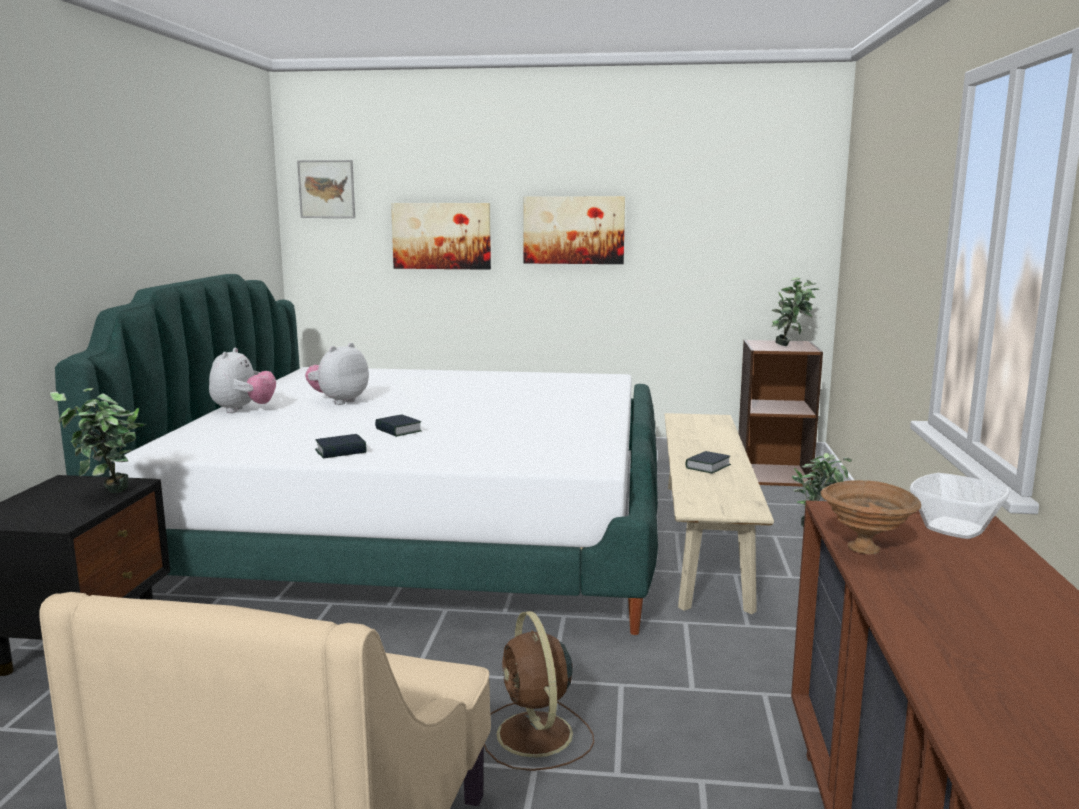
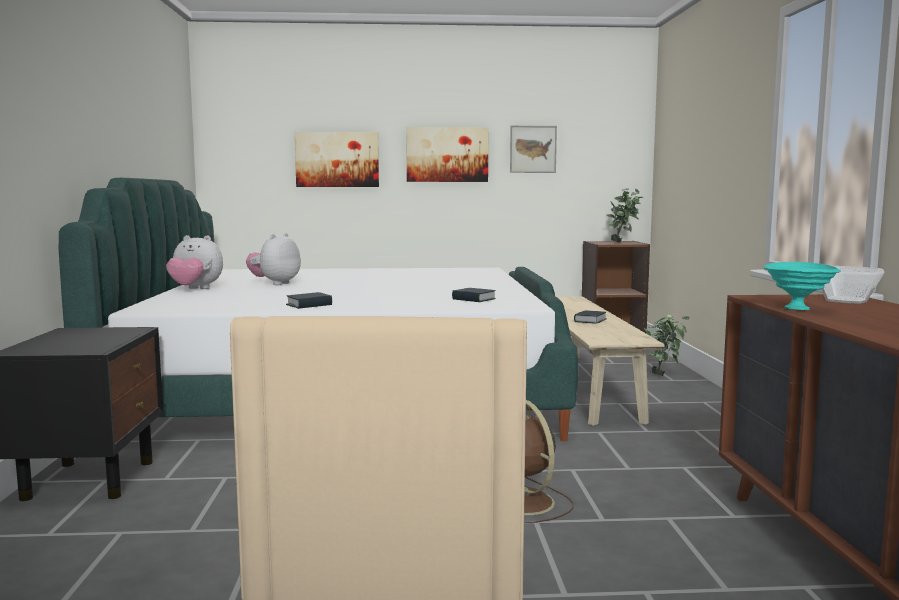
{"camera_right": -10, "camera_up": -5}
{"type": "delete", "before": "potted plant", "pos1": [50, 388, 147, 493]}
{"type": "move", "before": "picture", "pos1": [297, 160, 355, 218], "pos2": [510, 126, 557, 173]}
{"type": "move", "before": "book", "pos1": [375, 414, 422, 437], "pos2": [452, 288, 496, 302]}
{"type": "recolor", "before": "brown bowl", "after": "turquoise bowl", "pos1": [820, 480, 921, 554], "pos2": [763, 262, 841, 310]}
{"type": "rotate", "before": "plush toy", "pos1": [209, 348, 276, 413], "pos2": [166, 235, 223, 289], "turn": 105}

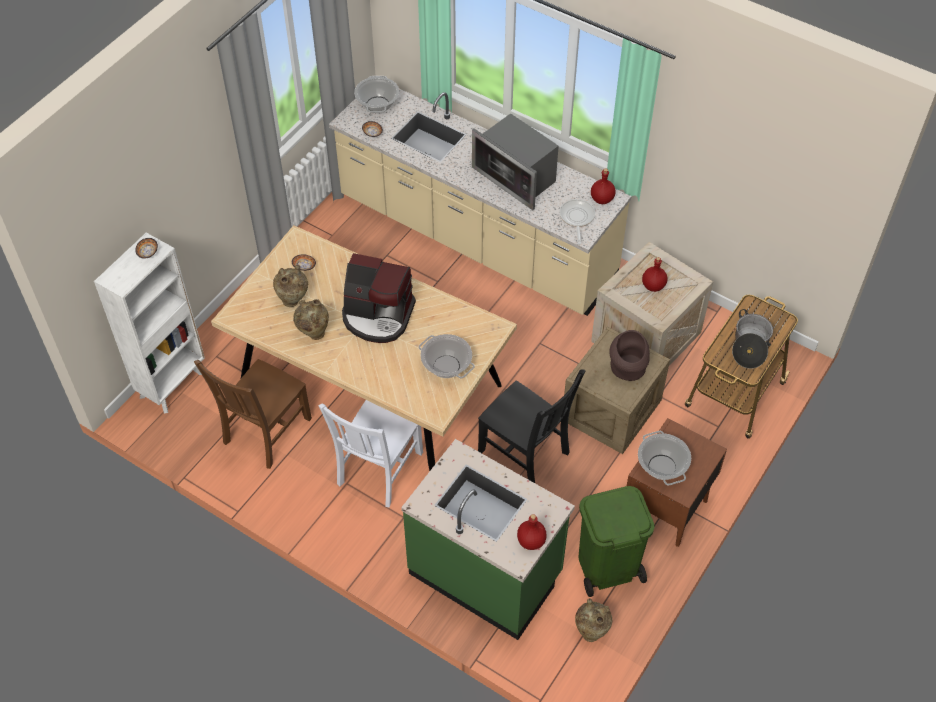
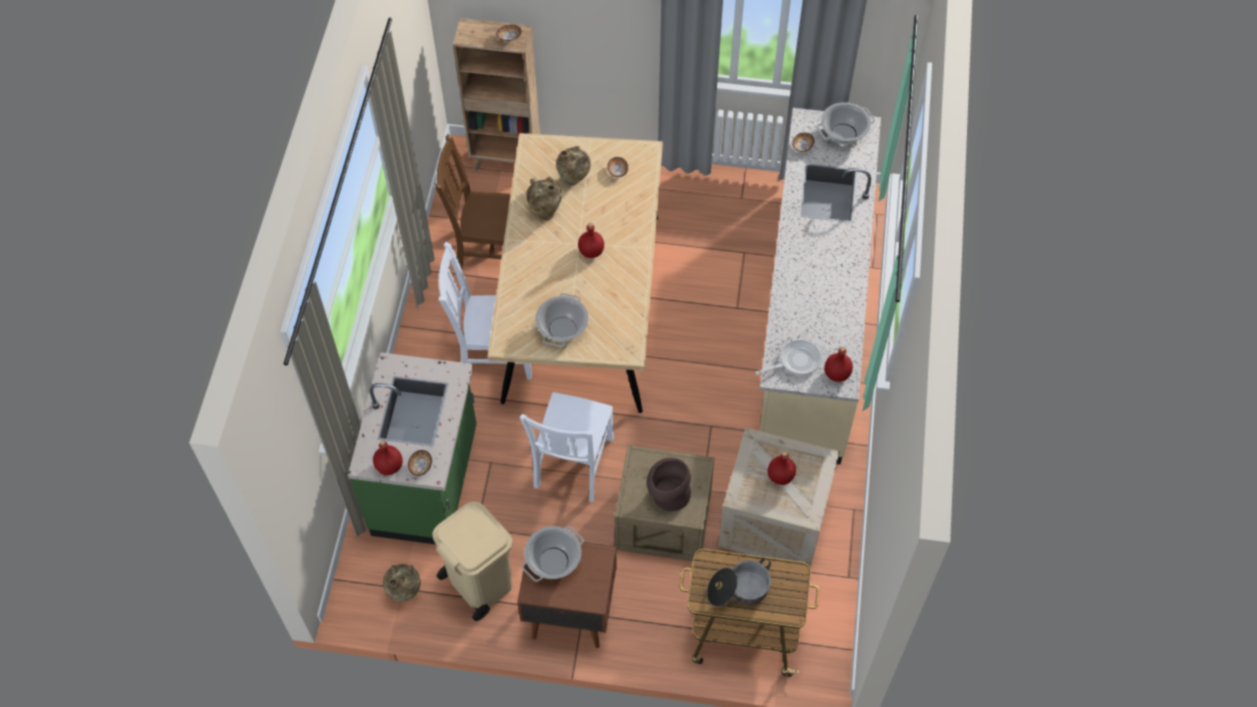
{"camera_right": 65, "camera_up": 5}
{"type": "delete", "before": "microwave oven", "pos1": [472, 113, 559, 210]}
{"type": "insert", "after": "bowl", "pos2": [408, 450, 432, 476]}
{"type": "replace", "before": "coffee machine", "after": "red drink bottle", "pos1": [342, 253, 416, 343], "pos2": [578, 223, 604, 258]}
{"type": "recolor", "before": "white-coloured bookshelf", "after": "brown bookshelf", "pos1": [94, 233, 205, 414], "pos2": [453, 18, 540, 171]}
{"type": "recolor", "before": "black plain chair", "after": "white-coloured plain chair", "pos1": [478, 369, 586, 483], "pos2": [520, 392, 614, 502]}
{"type": "recolor", "before": "green rubbish bin", "after": "sand-coloured rubbish bin", "pos1": [578, 486, 655, 597], "pos2": [432, 502, 513, 621]}

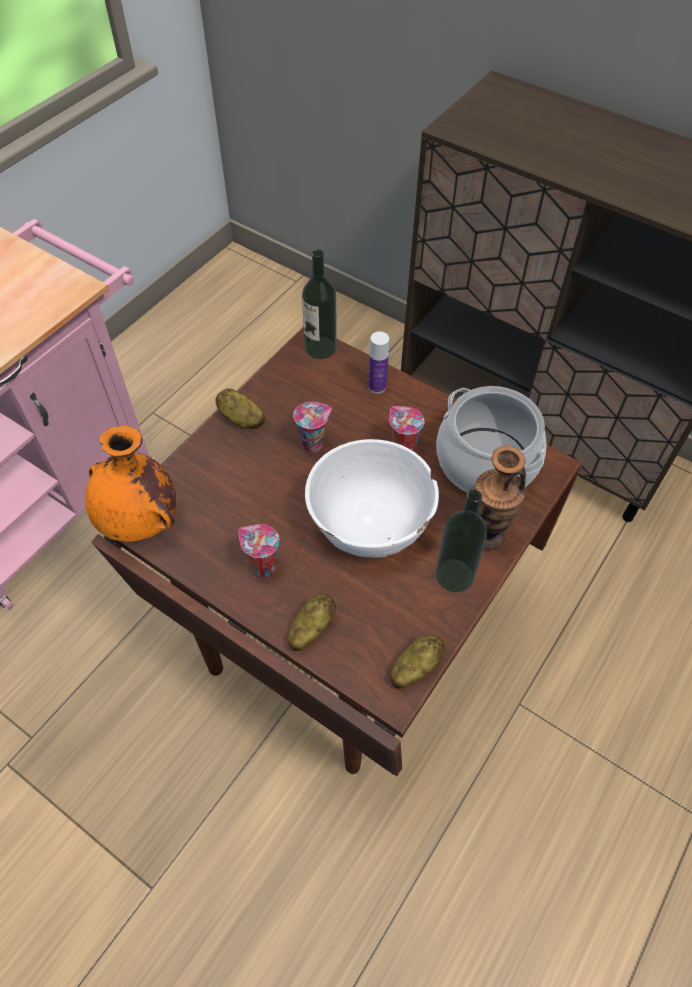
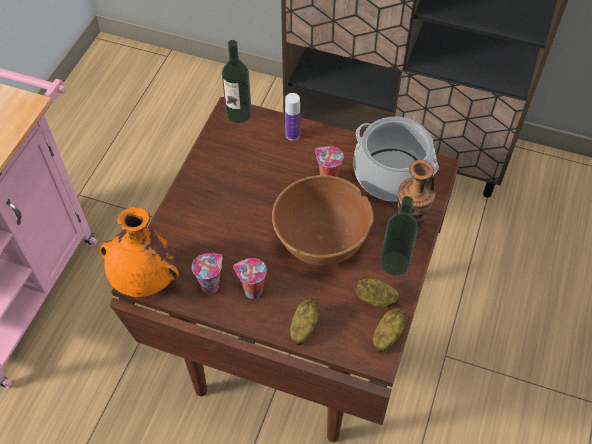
{"camera_right": -15, "camera_up": 0}
{"type": "move", "before": "potato", "pos1": [216, 388, 265, 429], "pos2": [354, 276, 399, 308]}
{"type": "move", "before": "cup", "pos1": [293, 402, 332, 453], "pos2": [192, 253, 223, 294]}
{"type": "recolor", "before": "white-coloured bowl", "after": "brown bowl", "pos1": [305, 439, 439, 558], "pos2": [272, 175, 373, 265]}

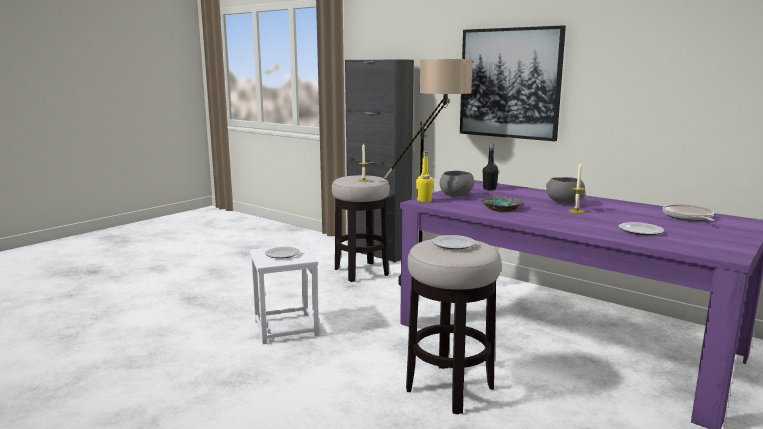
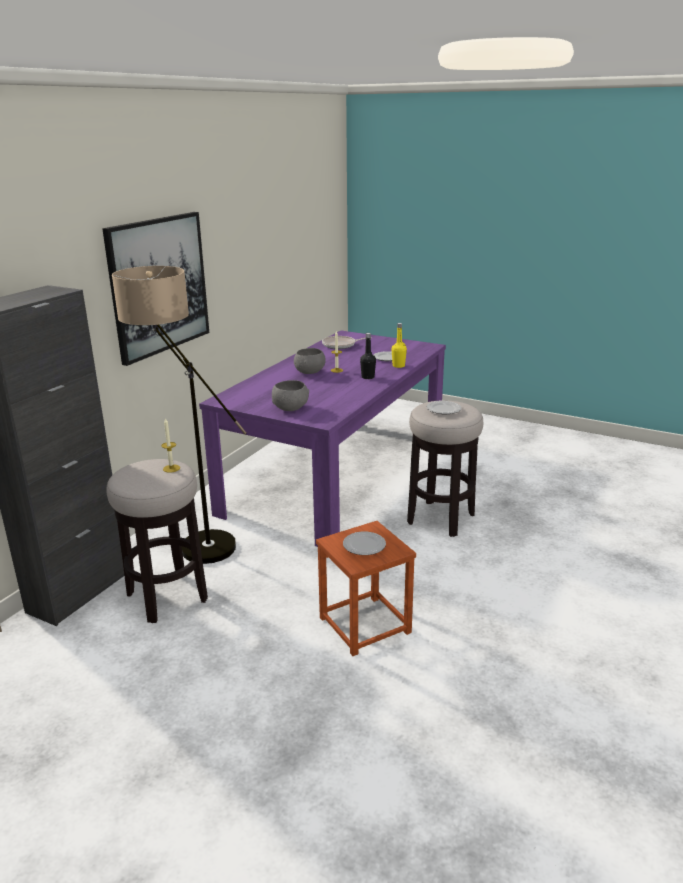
{"camera_right": -100, "camera_up": 10}
{"type": "delete", "before": "bowl", "pos1": [481, 196, 523, 212]}
{"type": "move", "before": "yellow drink bottle", "pos1": [416, 151, 433, 202], "pos2": [392, 323, 407, 368]}
{"type": "move", "before": "black drink bottle", "pos1": [483, 144, 499, 191], "pos2": [360, 333, 376, 379]}
{"type": "recolor", "before": "white-coloured stool seat", "after": "brown stool seat", "pos1": [250, 244, 319, 344], "pos2": [316, 521, 416, 656]}

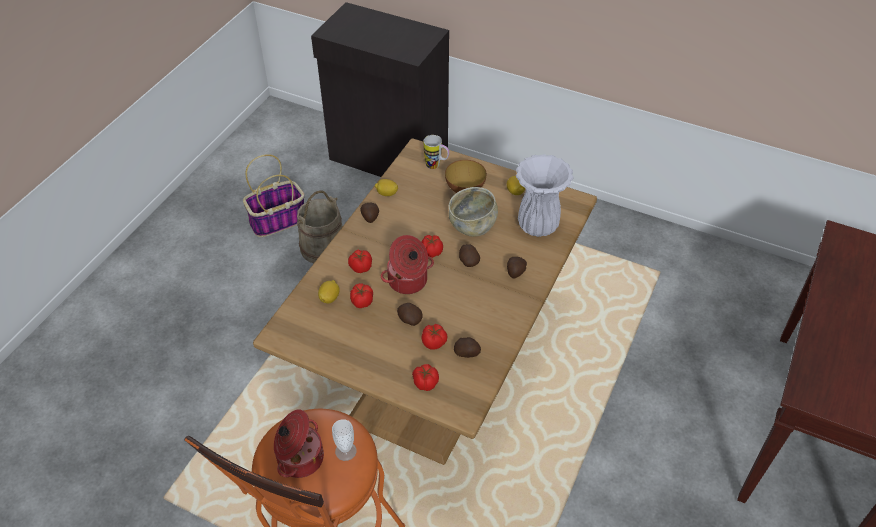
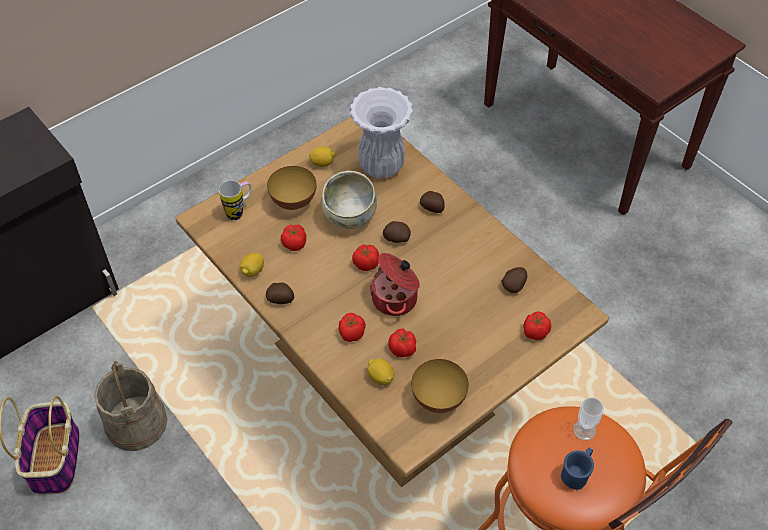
{"camera_right": -65, "camera_up": 5}
{"type": "delete", "before": "potato", "pos1": [397, 303, 423, 326]}
{"type": "insert", "after": "bowl", "pos2": [411, 359, 469, 413]}
{"type": "move", "before": "tomato", "pos1": [421, 324, 447, 350], "pos2": [281, 224, 306, 251]}
{"type": "replace", "before": "cooking pot", "after": "blue coffee mug", "pos1": [274, 409, 324, 478], "pos2": [561, 448, 594, 490]}

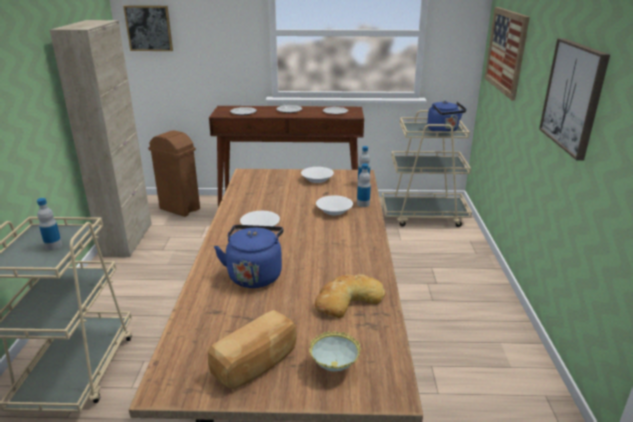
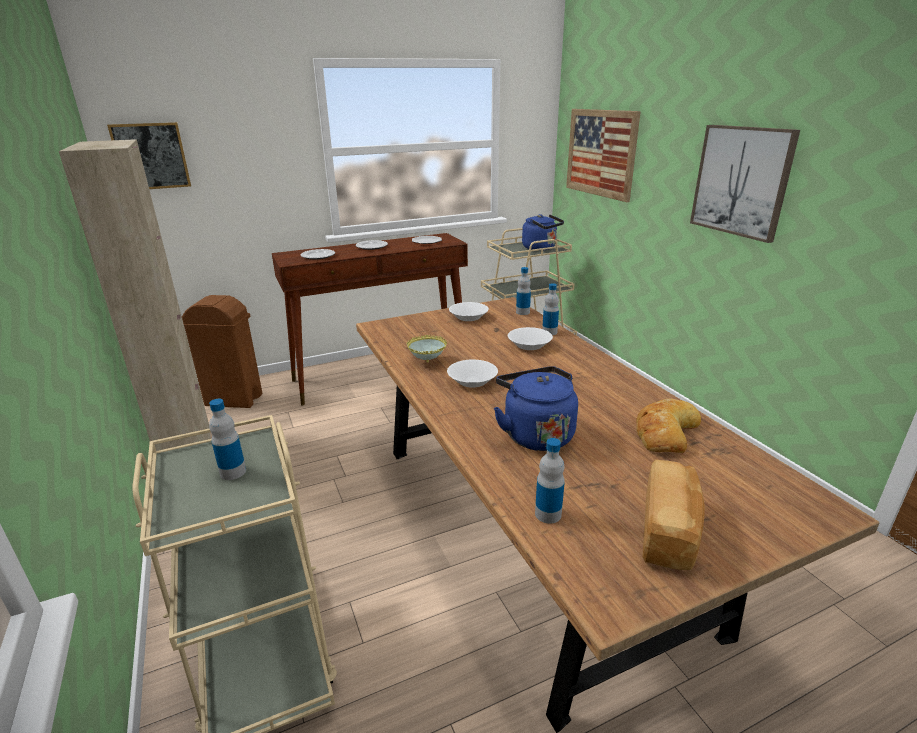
{"camera_right": -25, "camera_up": 0}
{"type": "insert", "after": "drink bottle", "pos2": [535, 438, 565, 524]}
{"type": "move", "before": "bowl", "pos1": [309, 331, 361, 372], "pos2": [406, 335, 447, 363]}

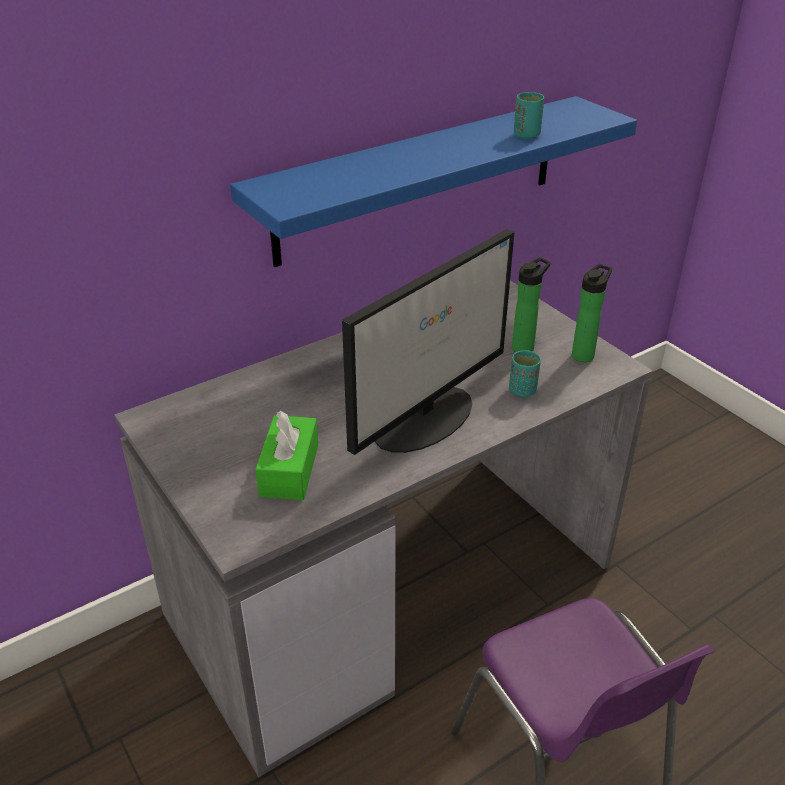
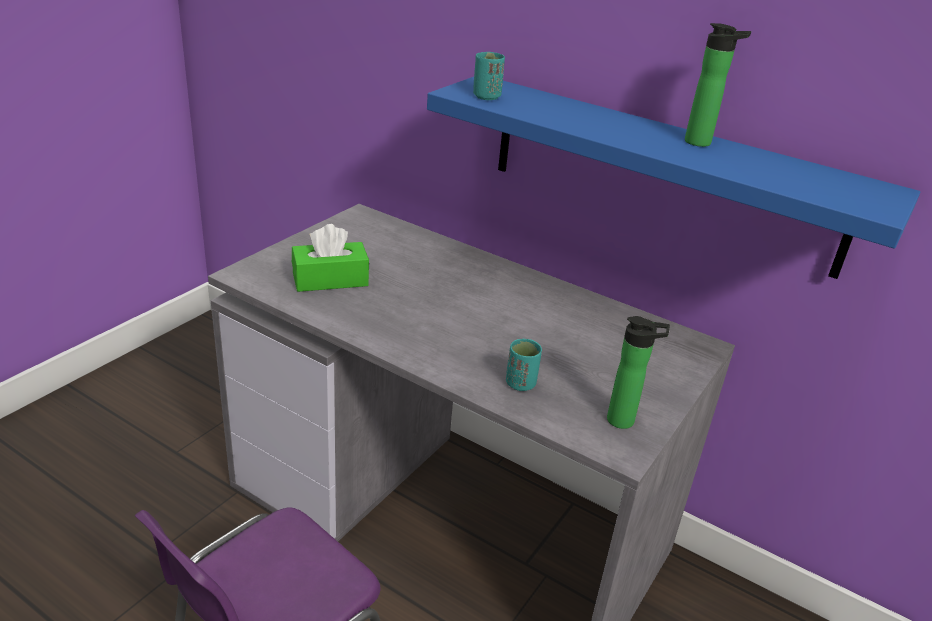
{"camera_right": 65, "camera_up": -5}
{"type": "delete", "before": "monitor", "pos1": [342, 229, 514, 455]}
{"type": "move", "before": "drink bottle", "pos1": [512, 257, 551, 352], "pos2": [685, 23, 751, 147]}
{"type": "move", "before": "turquoise cup", "pos1": [514, 92, 544, 139], "pos2": [473, 52, 505, 100]}

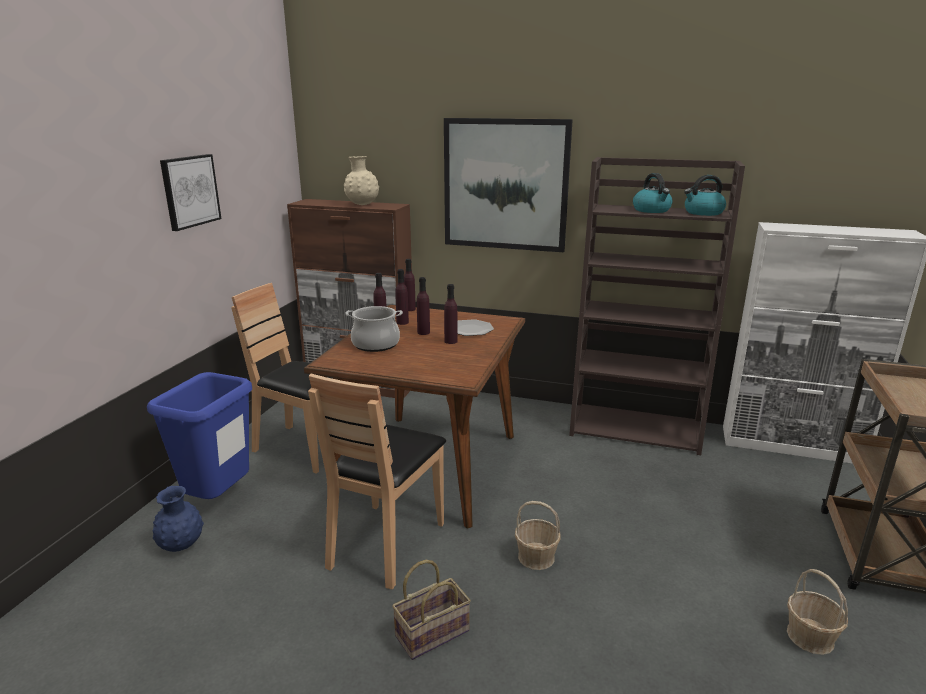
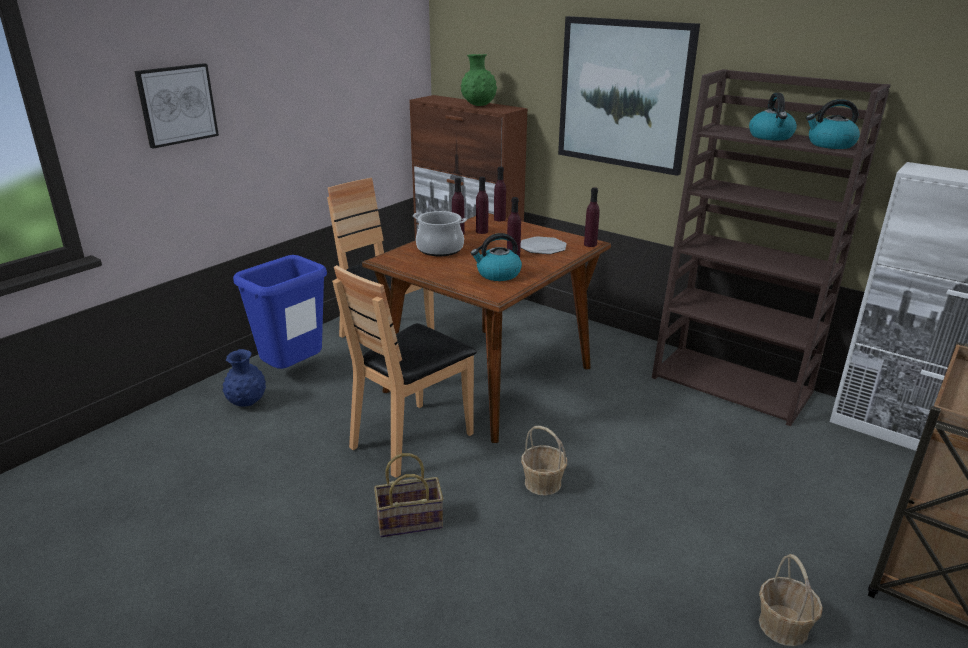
{"camera_right": 20, "camera_up": 5}
{"type": "insert", "after": "water kettle", "pos2": [471, 233, 522, 281]}
{"type": "move", "before": "picture", "pos1": [160, 154, 222, 231], "pos2": [134, 63, 219, 149]}
{"type": "move", "before": "purplish drink bottle", "pos1": [417, 277, 430, 335], "pos2": [584, 187, 600, 247]}
{"type": "recolor", "before": "sand-coloured decorative vase", "after": "green decorative vase", "pos1": [344, 156, 379, 205], "pos2": [461, 54, 497, 106]}

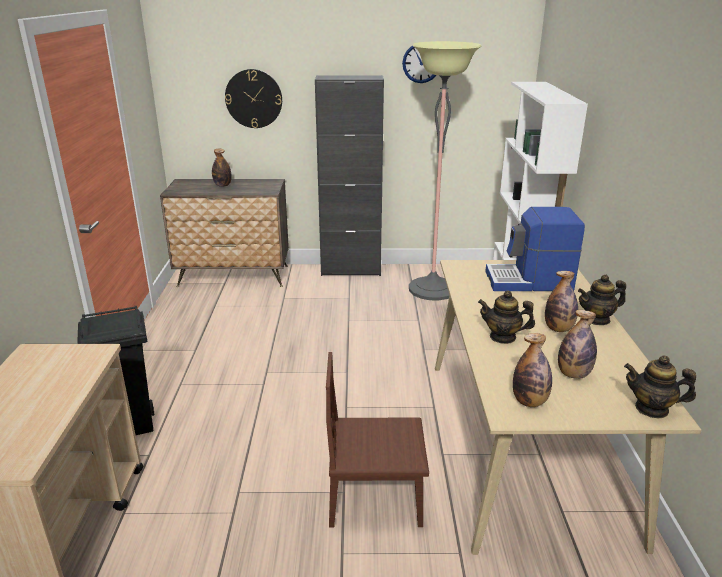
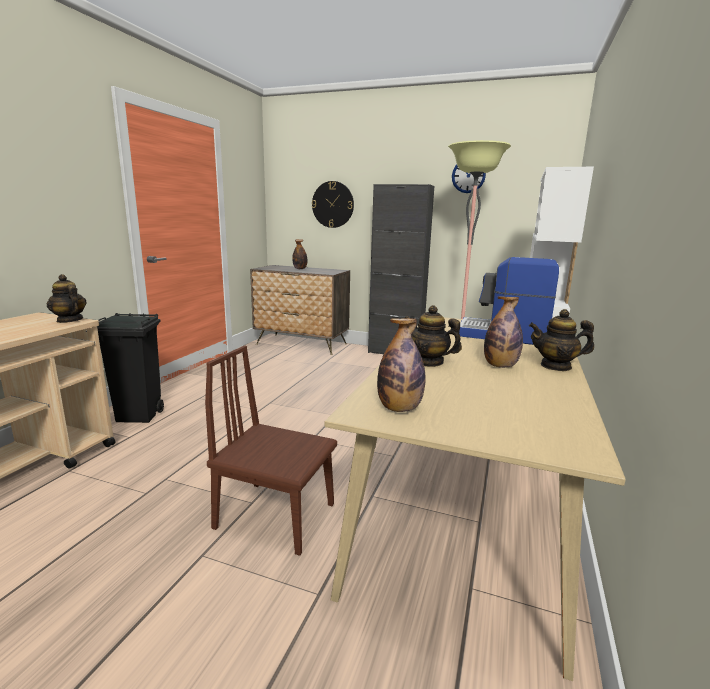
{"camera_right": 20, "camera_up": -10}
{"type": "delete", "before": "drink bottle", "pos1": [558, 310, 597, 379]}
{"type": "move", "before": "tea pot", "pos1": [624, 356, 696, 418], "pos2": [47, 274, 87, 323]}

